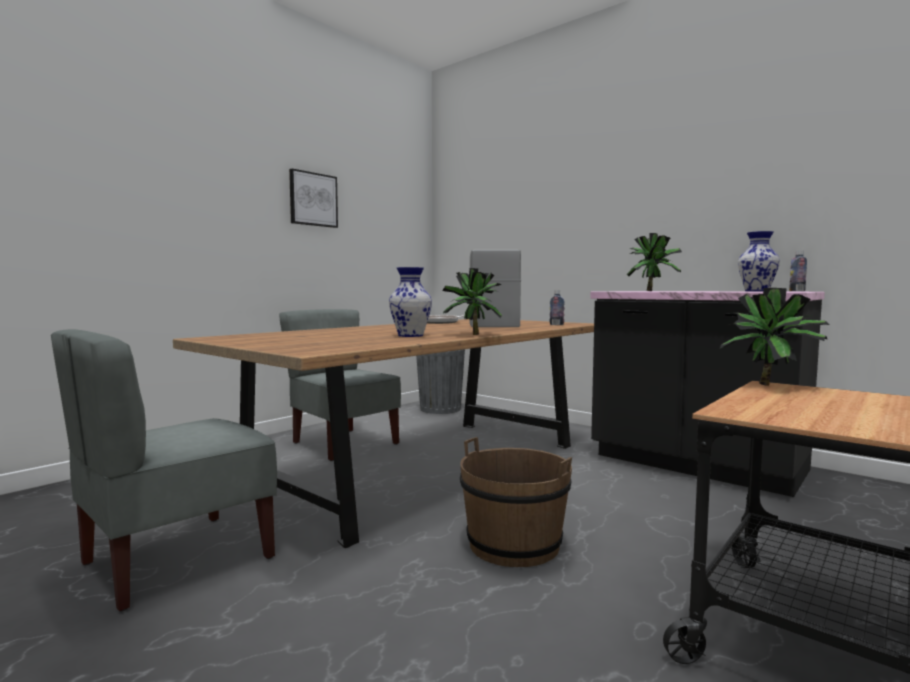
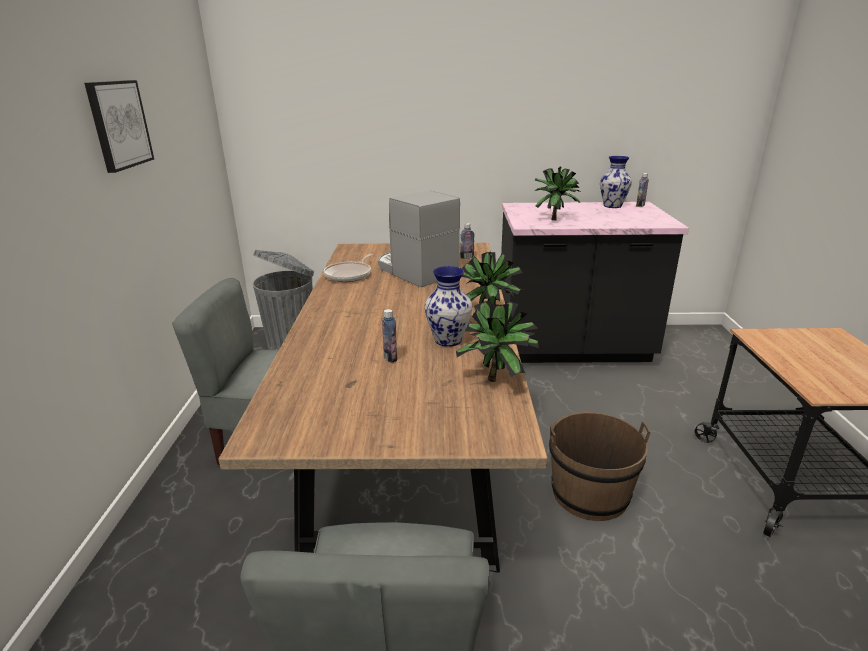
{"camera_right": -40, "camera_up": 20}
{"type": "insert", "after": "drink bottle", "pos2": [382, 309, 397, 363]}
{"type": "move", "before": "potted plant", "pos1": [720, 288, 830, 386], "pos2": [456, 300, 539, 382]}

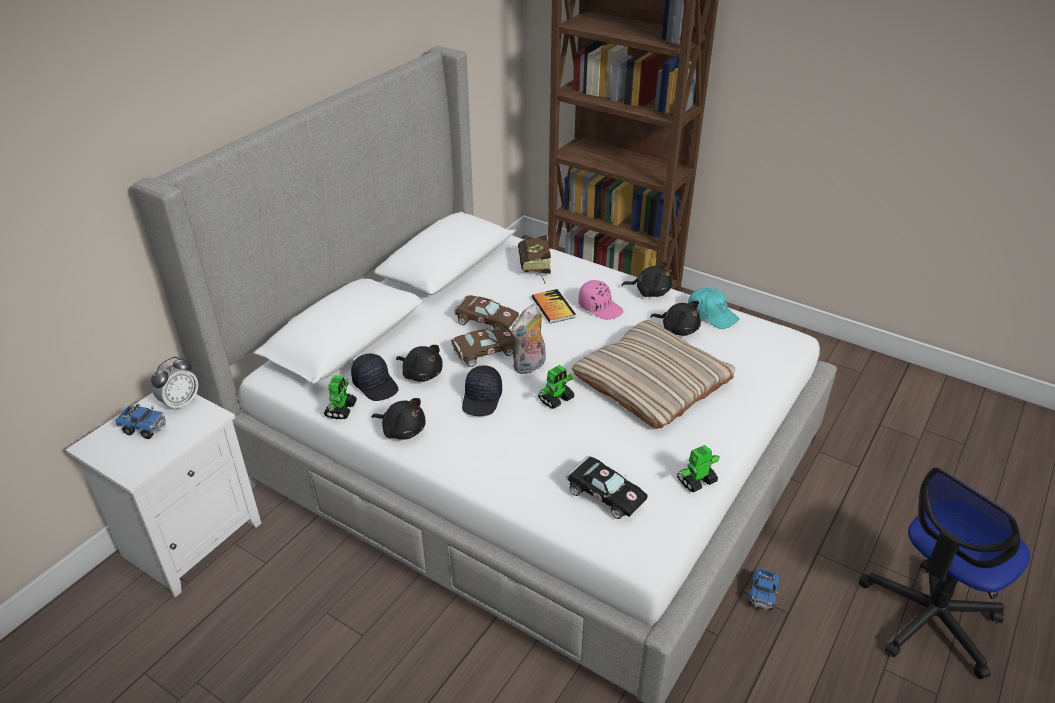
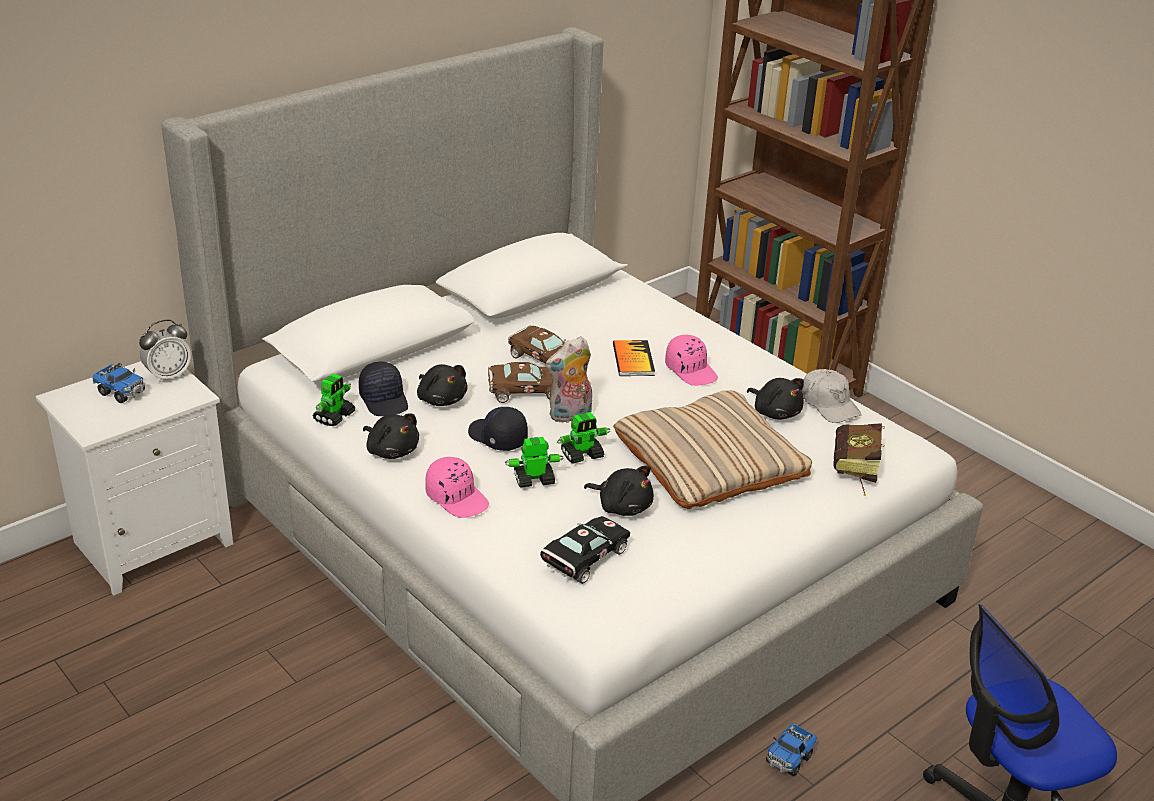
{"camera_right": 15, "camera_up": -5}
{"type": "insert", "after": "pinkish baseball cap", "pos2": [425, 457, 489, 518]}
{"type": "move", "before": "book", "pos1": [518, 235, 552, 283], "pos2": [834, 423, 885, 496]}
{"type": "move", "before": "black plush toy", "pos1": [622, 262, 672, 297], "pos2": [584, 466, 654, 516]}
{"type": "move", "before": "model robot", "pos1": [677, 445, 720, 493], "pos2": [505, 437, 563, 488]}
{"type": "recolor", "before": "turquoise baseball cap", "after": "white-coloured baseball cap", "pos1": [688, 288, 740, 329], "pos2": [801, 369, 862, 423]}
{"type": "rotate", "before": "black baseball cap", "pos1": [462, 365, 502, 416], "pos2": [468, 407, 528, 451], "turn": 105}
{"type": "rotate", "before": "black miniature car", "pos1": [566, 456, 648, 519], "pos2": [540, 516, 630, 584], "turn": -105}

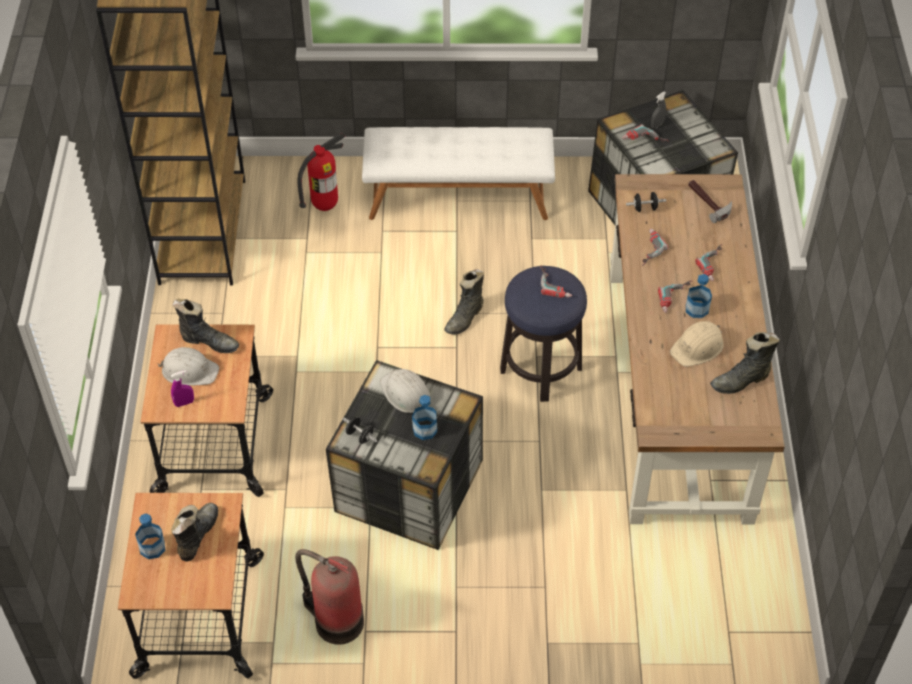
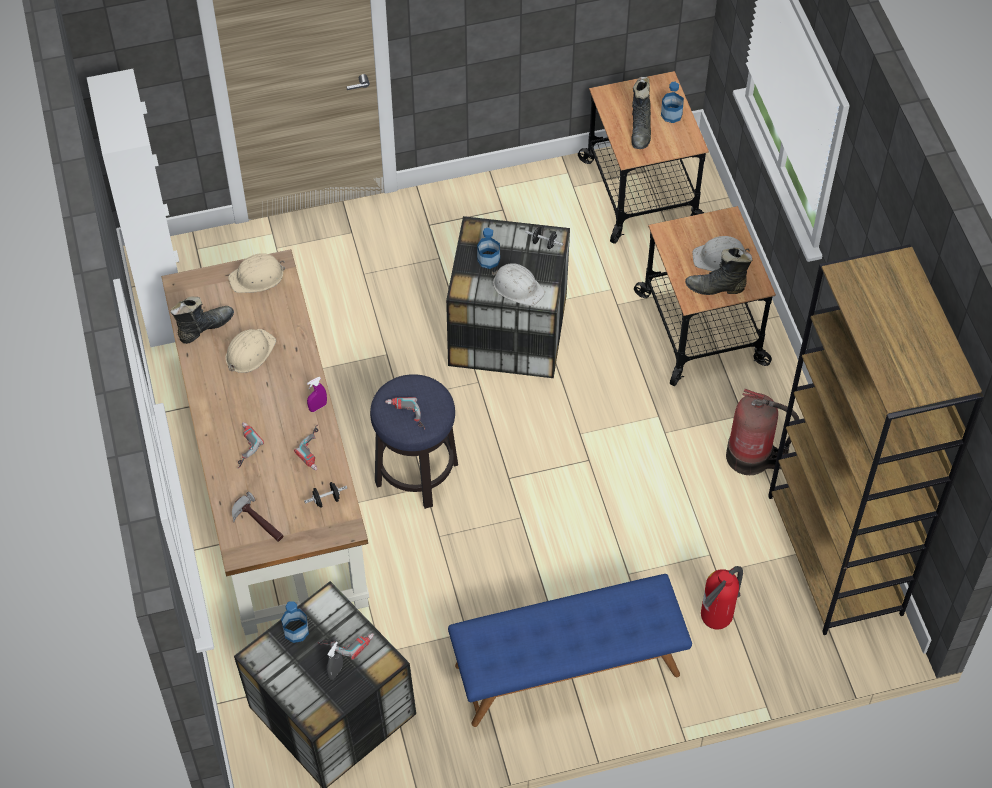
{"camera_right": 165, "camera_up": 5}
{"type": "delete", "before": "black high-top boot", "pos1": [444, 269, 484, 335]}
{"type": "delete", "before": "electric drill", "pos1": [658, 280, 692, 313]}
{"type": "insert", "after": "white-coloured cabinet", "pos2": [87, 69, 179, 347]}
{"type": "insert", "after": "sand-coloured work helmet", "pos2": [228, 253, 285, 293]}
{"type": "move", "before": "purplish hand sprayer", "pos1": [171, 370, 194, 407], "pos2": [307, 377, 327, 412]}
{"type": "move", "before": "extinguisher", "pos1": [295, 549, 364, 645], "pos2": [726, 389, 799, 475]}
{"type": "move", "before": "drink bottle", "pos1": [686, 274, 712, 318], "pos2": [281, 601, 309, 643]}
{"type": "recolor", "before": "white-coloured long seat", "after": "blue long seat", "pos1": [362, 127, 555, 220], "pos2": [448, 574, 692, 727]}

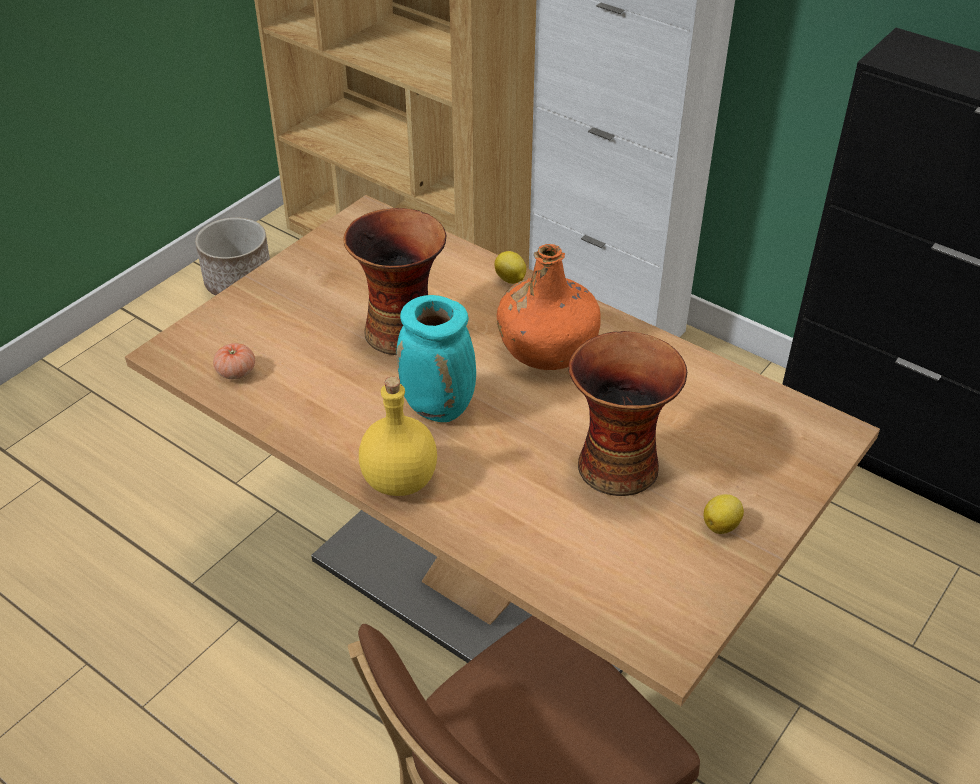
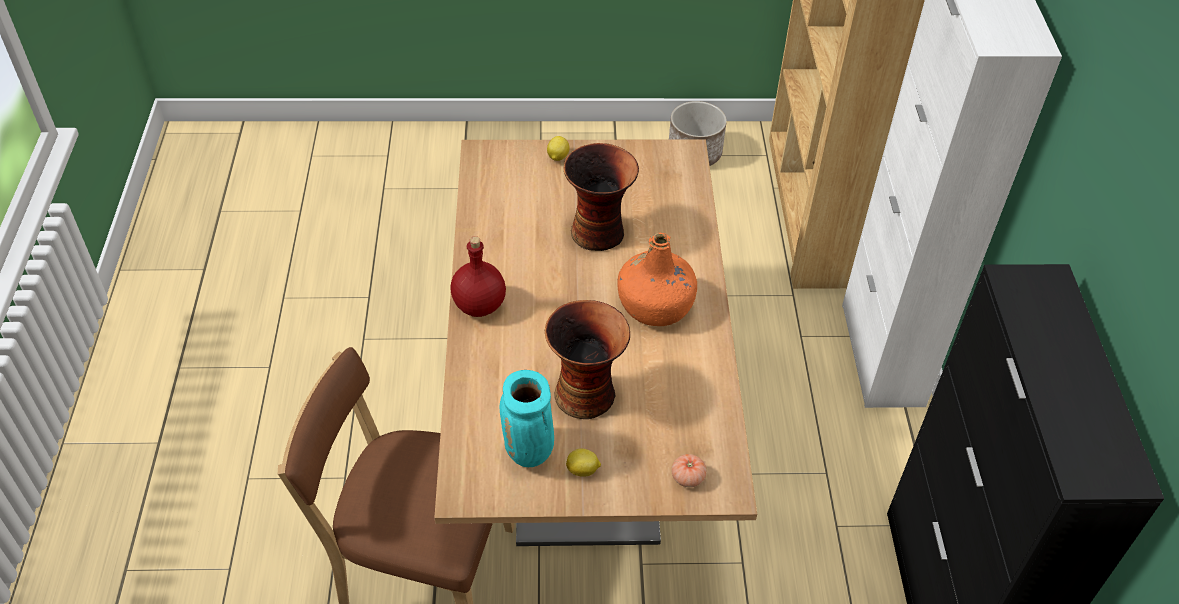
{"camera_right": 50, "camera_up": 5}
{"type": "move", "before": "tomato", "pos1": [213, 343, 255, 379], "pos2": [672, 454, 707, 487]}
{"type": "move", "before": "turquoise decorative vase", "pos1": [397, 295, 476, 422], "pos2": [500, 370, 554, 467]}
{"type": "move", "before": "whole lemon", "pos1": [494, 251, 526, 284], "pos2": [547, 136, 570, 161]}
{"type": "recolor", "before": "yellow drink bottle", "after": "red drink bottle", "pos1": [359, 377, 437, 496], "pos2": [450, 236, 506, 317]}

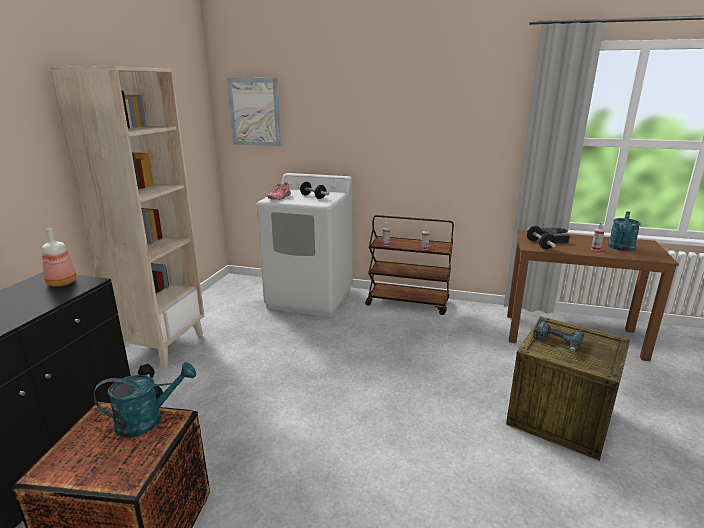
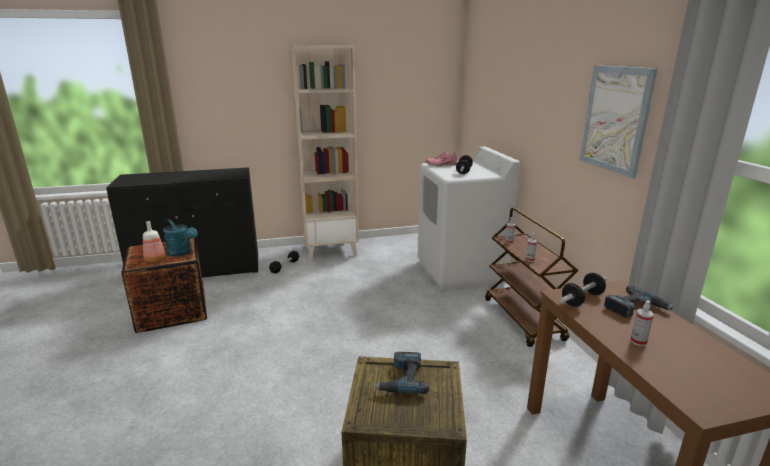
{"camera_right": 60, "camera_up": 0}
{"type": "delete", "before": "turquoise sprinkling can", "pos1": [608, 211, 641, 251]}
{"type": "move", "before": "drink bottle", "pos1": [42, 228, 77, 287], "pos2": [143, 221, 166, 262]}
{"type": "move", "before": "picture", "pos1": [227, 78, 281, 146], "pos2": [580, 65, 658, 179]}

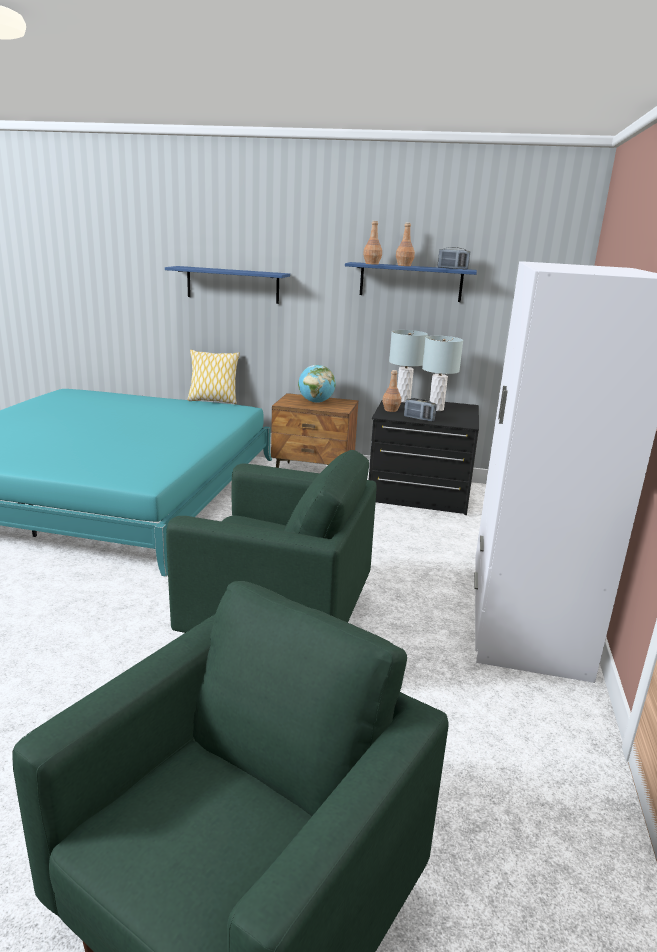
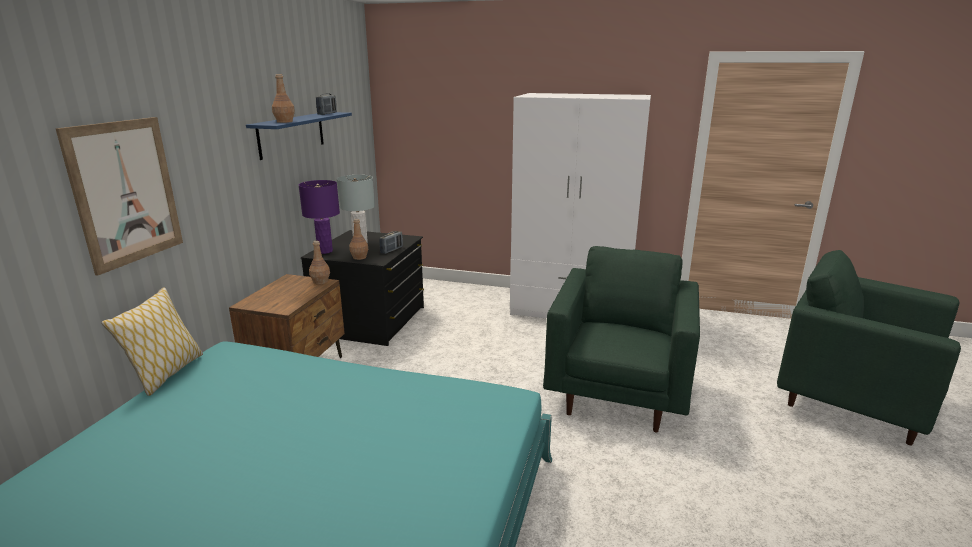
{"camera_right": -85, "camera_up": 0}
{"type": "delete", "before": "world globe", "pos1": [298, 365, 336, 403]}
{"type": "move", "before": "brown drink bottle", "pos1": [396, 222, 415, 266], "pos2": [309, 241, 330, 285]}
{"type": "replace", "before": "blue shelf", "after": "picture", "pos1": [165, 266, 290, 304], "pos2": [56, 117, 183, 276]}
{"type": "recolor", "before": "gray tabletop lamp", "after": "purplish tabletop lamp", "pos1": [389, 330, 428, 402], "pos2": [299, 180, 340, 254]}

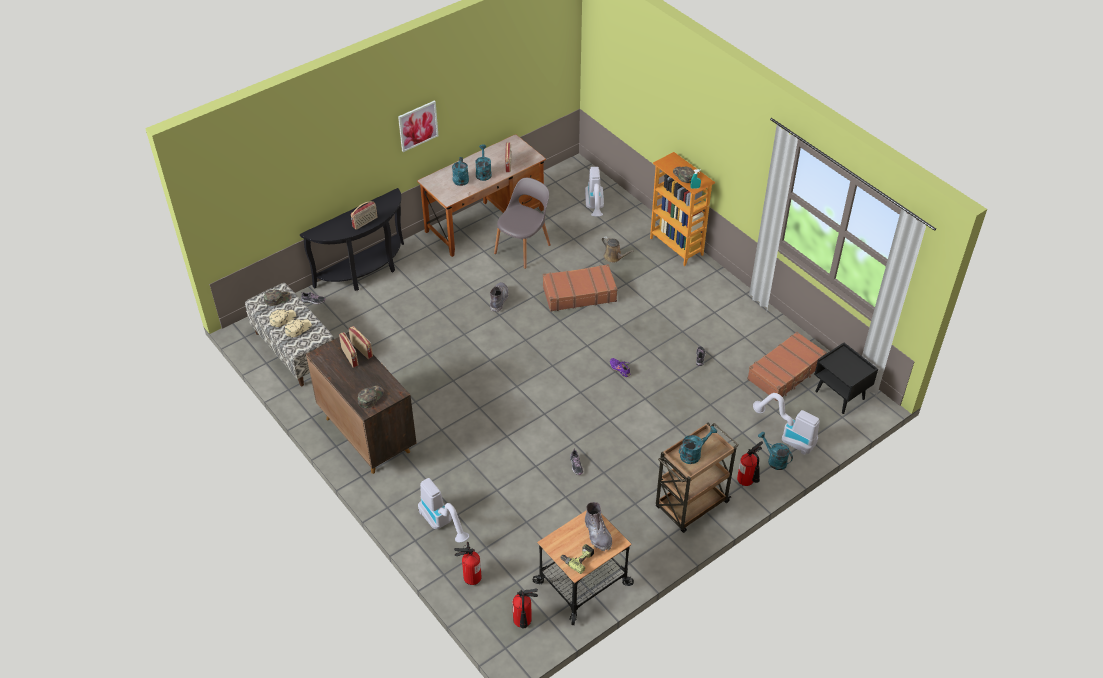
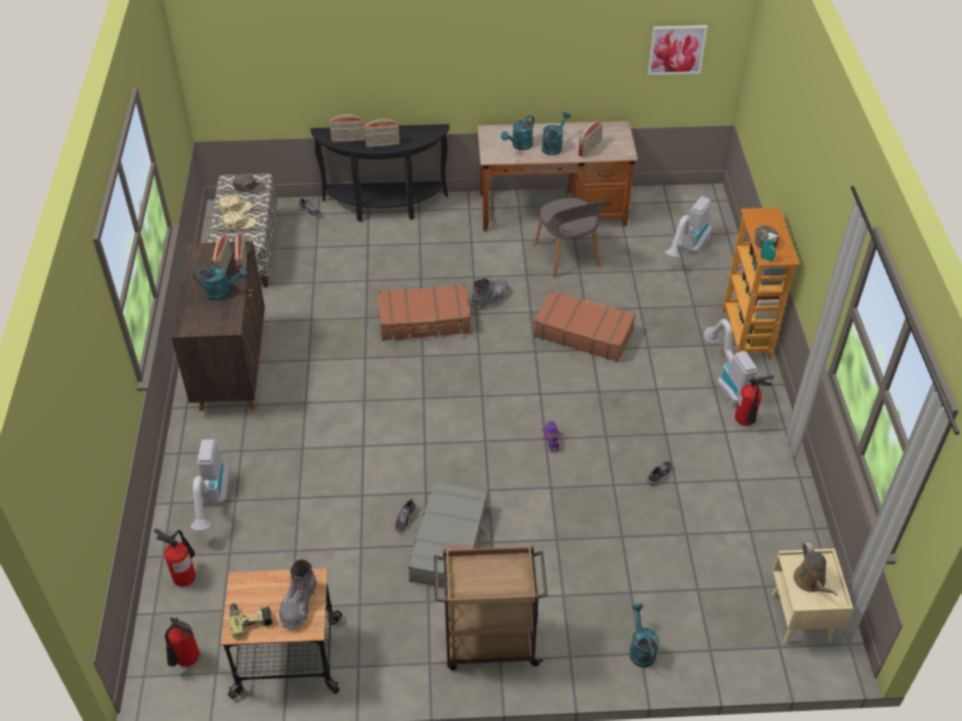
{"camera_right": 35, "camera_up": 0}
{"type": "delete", "before": "green baseball cap", "pos1": [358, 386, 384, 408]}
{"type": "insert", "after": "radio", "pos2": [329, 115, 365, 142]}
{"type": "insert", "after": "gray piece of luggage", "pos2": [408, 482, 490, 588]}
{"type": "move", "before": "picture", "pos1": [398, 100, 438, 152], "pos2": [647, 25, 708, 75]}
{"type": "move", "before": "brown sprinkling can", "pos1": [602, 236, 634, 263], "pos2": [794, 542, 838, 596]}
{"type": "move", "before": "turquoise sprinkling can", "pos1": [679, 426, 717, 464], "pos2": [193, 266, 248, 300]}
{"type": "move", "before": "extinguisher", "pos1": [737, 441, 763, 486], "pos2": [735, 375, 774, 426]}
{"type": "move", "before": "brown piece of luggage", "pos1": [747, 332, 827, 401], "pos2": [377, 284, 471, 341]}
{"type": "move", "before": "vacuum", "pos1": [753, 393, 820, 455], "pos2": [704, 319, 757, 407]}
{"type": "recolor", "before": "black night table", "after": "sand-coloured night table", "pos1": [814, 343, 878, 414], "pos2": [771, 549, 853, 644]}
{"type": "rotate", "before": "gray plain chair", "pos1": [494, 178, 551, 269], "pos2": [534, 198, 605, 278], "turn": 90}

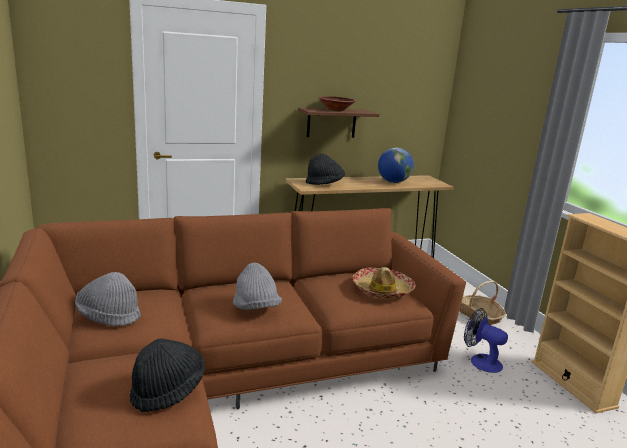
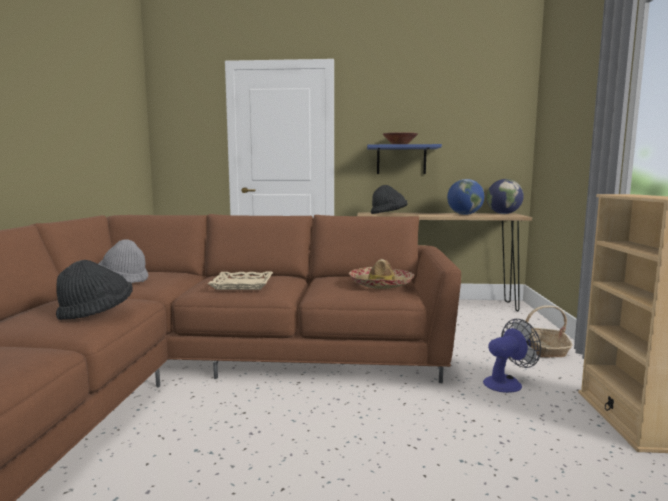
{"camera_right": 25, "camera_up": -10}
{"type": "insert", "after": "world globe", "pos2": [486, 179, 524, 214]}
{"type": "replace", "before": "gray hat", "after": "sand-coloured carrying tray", "pos1": [233, 263, 282, 310], "pos2": [208, 272, 273, 290]}
{"type": "recolor", "before": "brown shelf", "after": "blue shelf", "pos1": [298, 108, 379, 138], "pos2": [367, 144, 442, 174]}
{"type": "rotate", "before": "fan", "pos1": [464, 308, 508, 373], "pos2": [483, 319, 541, 393], "turn": 90}

